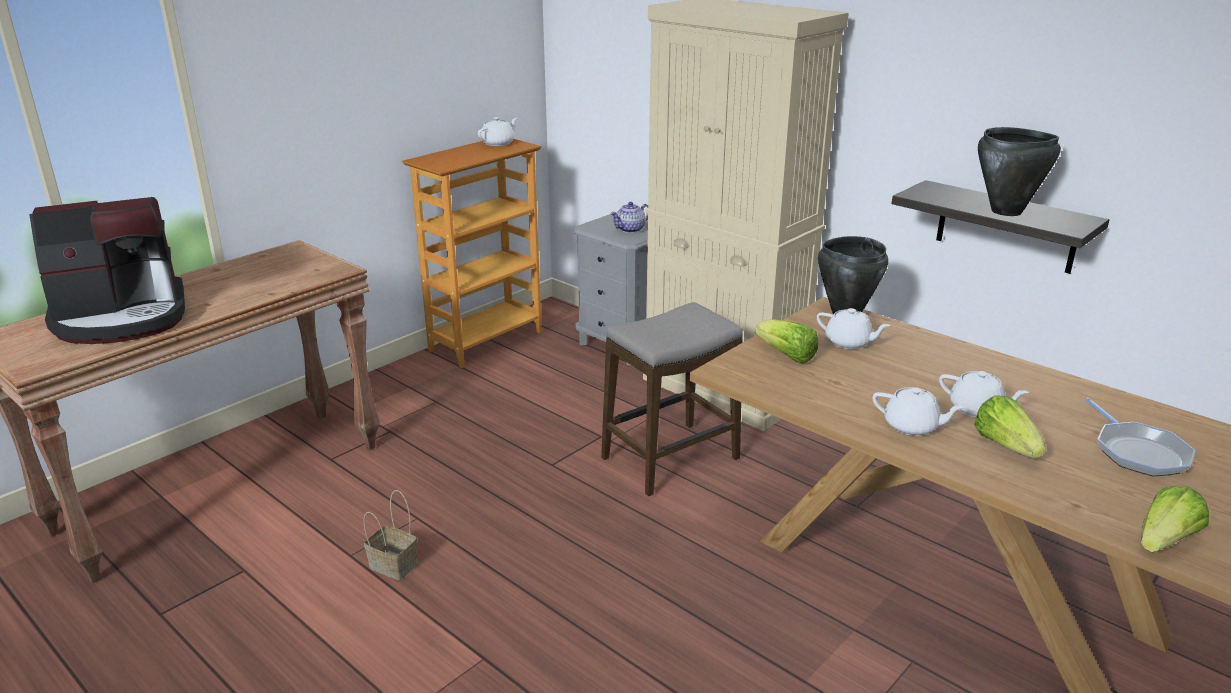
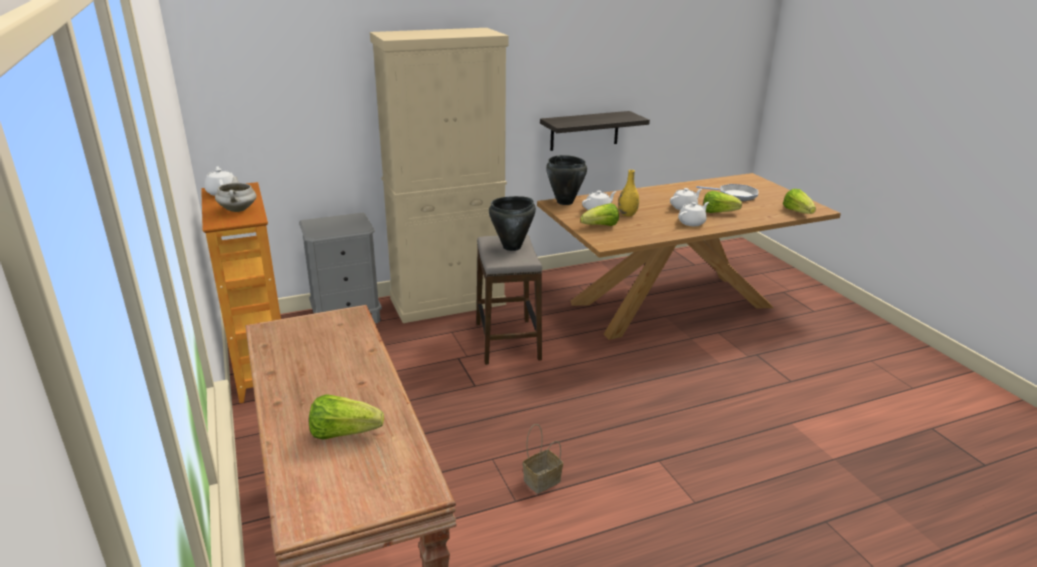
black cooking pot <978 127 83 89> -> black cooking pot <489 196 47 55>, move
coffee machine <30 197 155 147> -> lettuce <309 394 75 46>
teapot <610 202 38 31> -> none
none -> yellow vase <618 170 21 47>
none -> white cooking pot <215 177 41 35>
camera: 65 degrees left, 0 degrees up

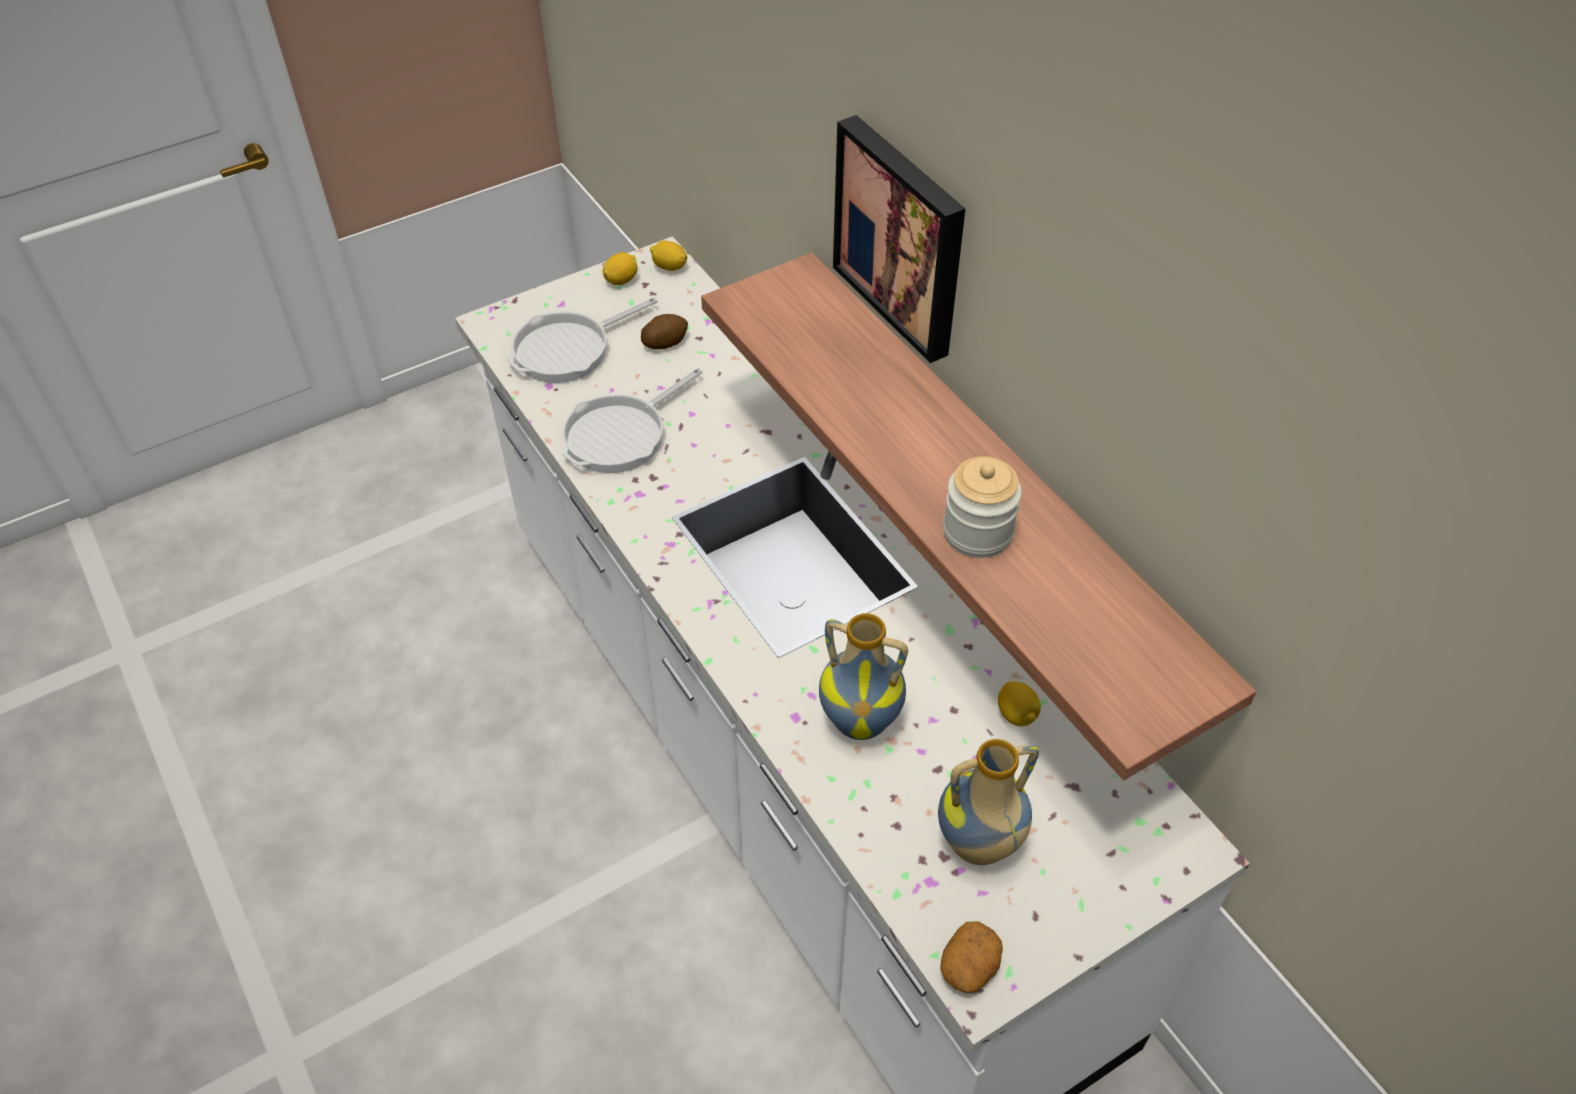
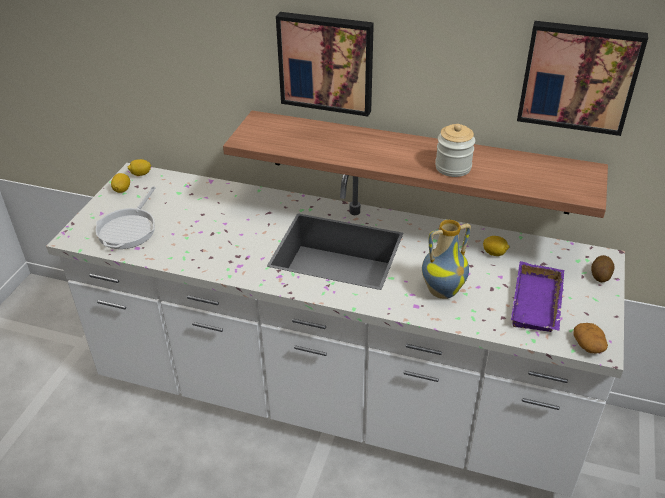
potato <641 314 47 35> -> potato <591 255 24 27>, move
frying pan <562 368 140 105> -> none
vase <938 739 101 126> -> purple tray <511 261 53 71>
none -> picture <517 21 131 115>
camera: 40 degrees left, 10 degrees down

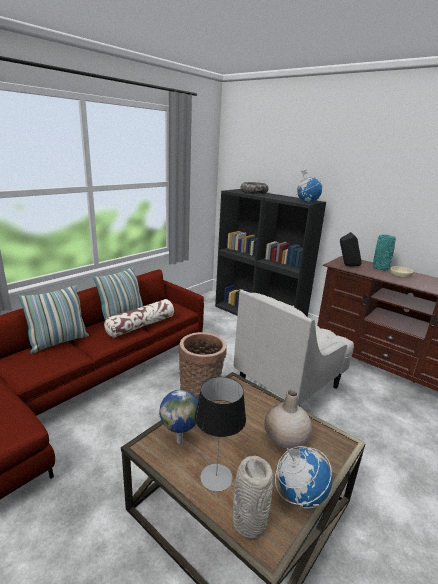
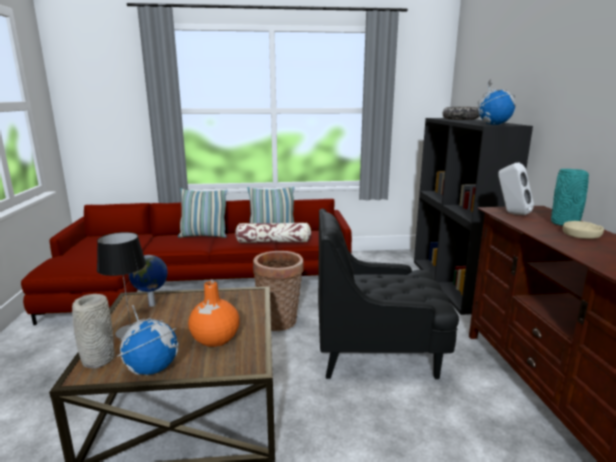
black speaker <340 232 22 34> -> white speaker <498 163 36 52>
white armchair <234 290 120 116> -> black armchair <318 209 141 170>
beige vase <264 390 48 59> -> orange vase <188 281 52 66>
camera: 45 degrees right, 5 degrees down

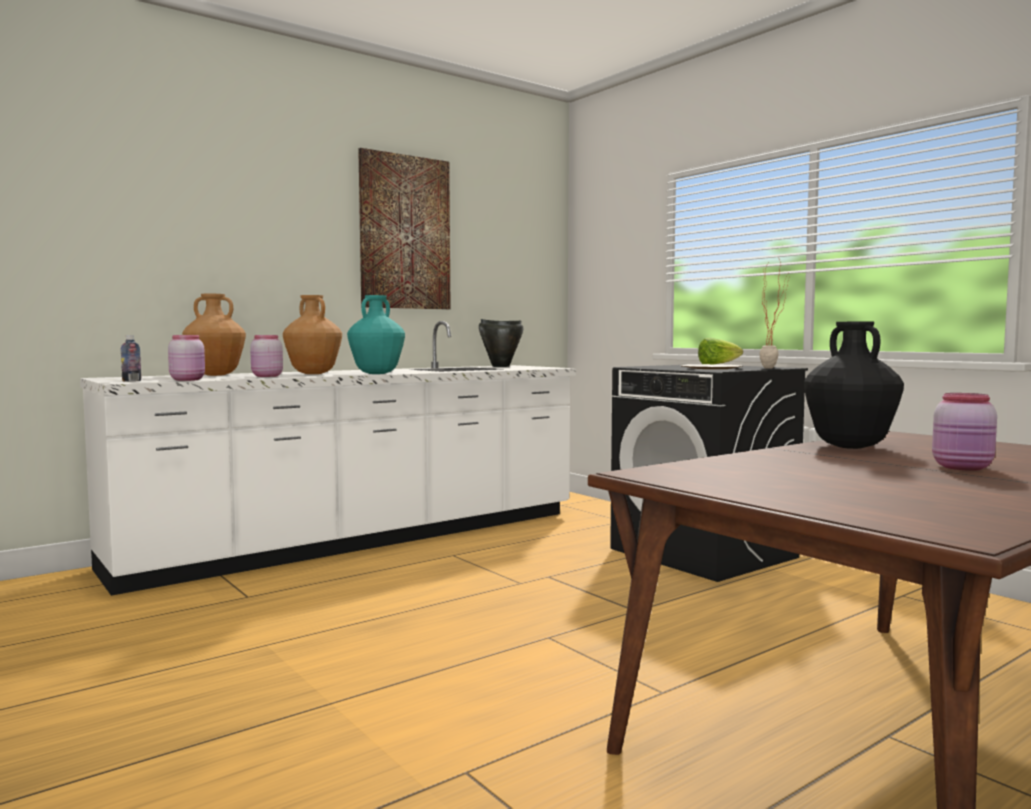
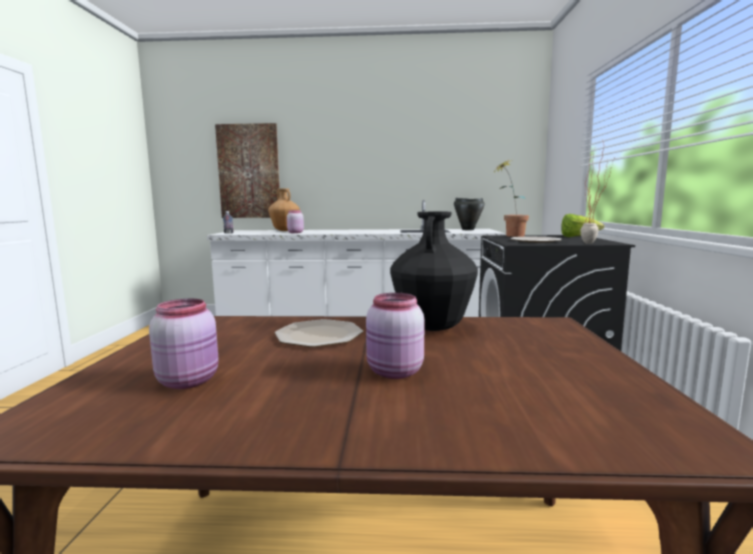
picture <358 148 93 161> -> picture <215 123 65 95>, move
brown vase <283 295 59 79> -> none
turquoise vase <347 295 58 79> -> none
pink jar <168 335 37 46> -> pink jar <149 299 70 90>, move
none -> potted plant <495 161 34 76>
none -> plate <275 319 88 28>
camera: 40 degrees right, 5 degrees up

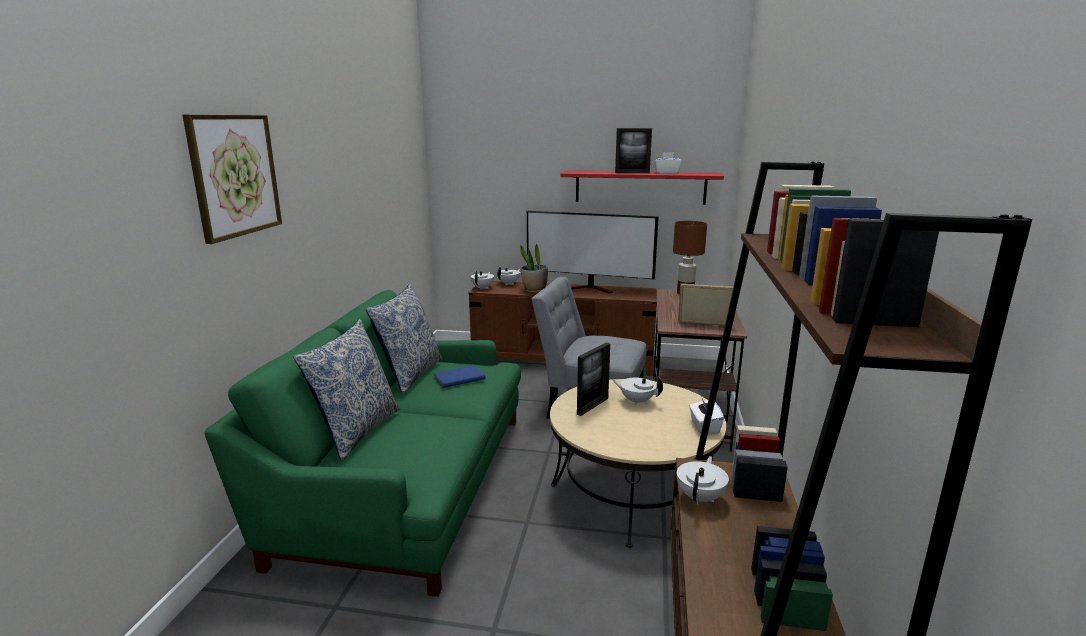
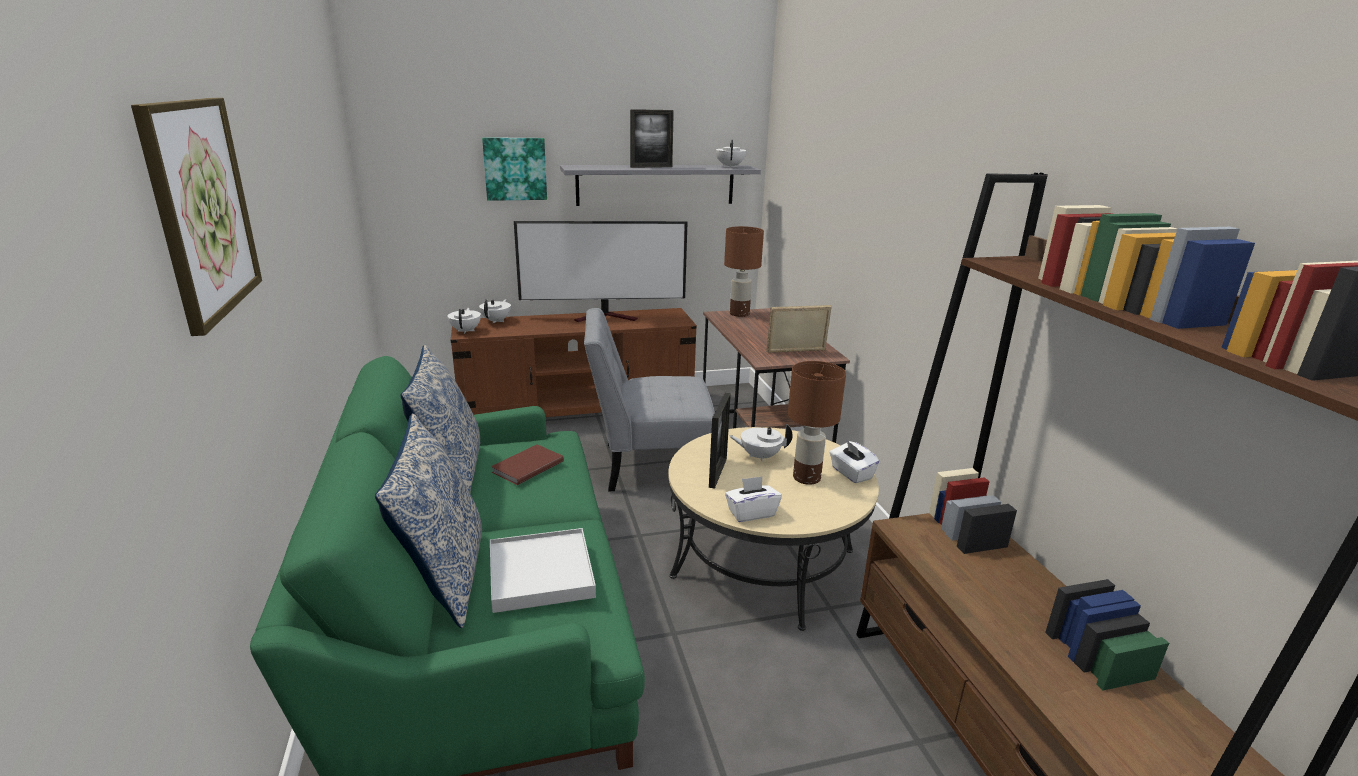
white tissue box <654 152 28 22> -> white tissue box <725 476 57 46>, move
red shelf <561 171 163 34> -> grey shelf <560 165 201 41>
potted plant <520 244 28 49> -> none
blue book <434 365 52 23> -> brown book <491 444 73 41>
white teapot <677 456 52 48> -> white teapot <716 140 31 28>, move
none -> picture <482 137 65 64>
none -> brown table lamp <788 361 58 124>
none -> white tray <490 528 106 85>
camera: 25 degrees left, 5 degrees up

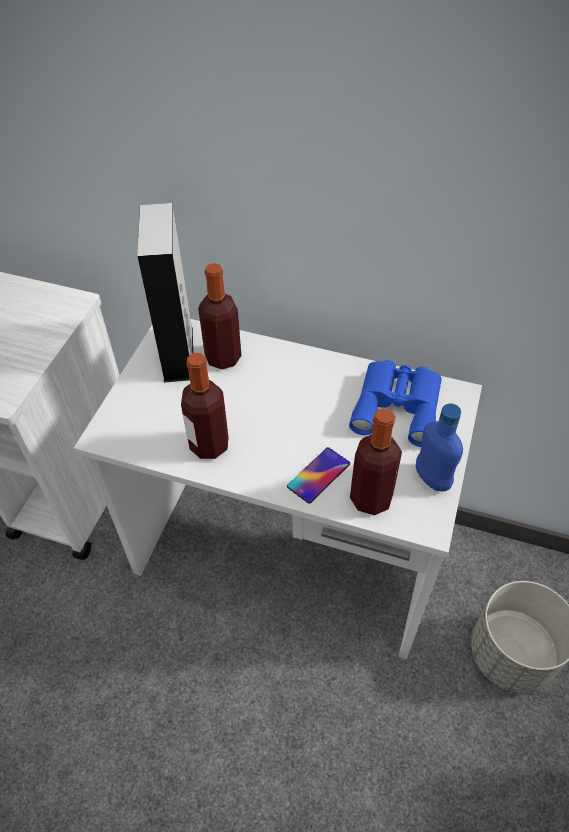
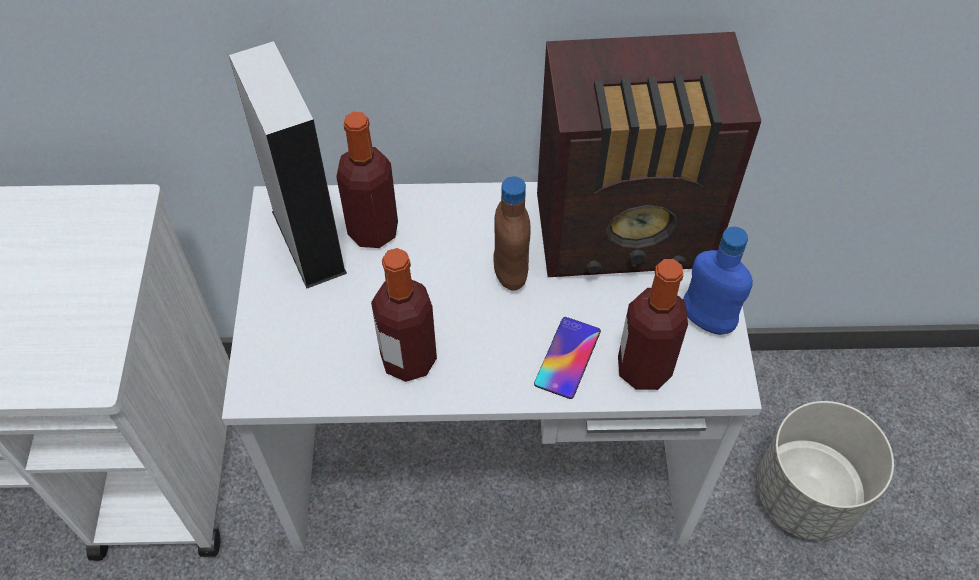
blue binoculars <349 360 93 87> -> radio <537 32 225 245>
none -> brown bottle <493 176 38 115>
camera: 20 degrees left, 5 degrees up

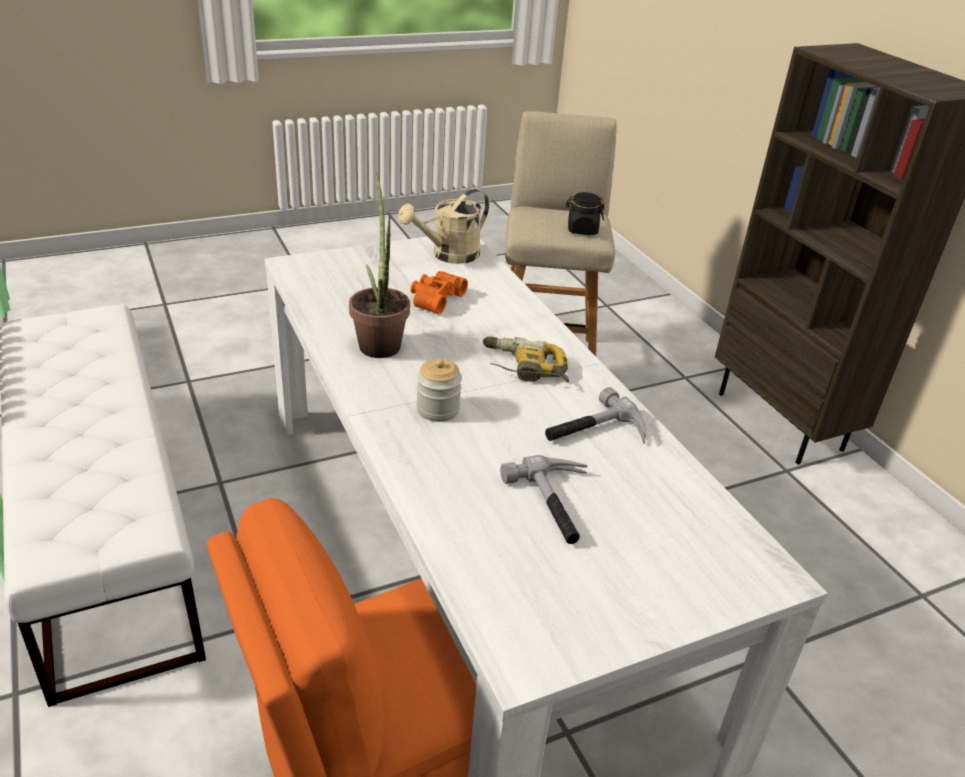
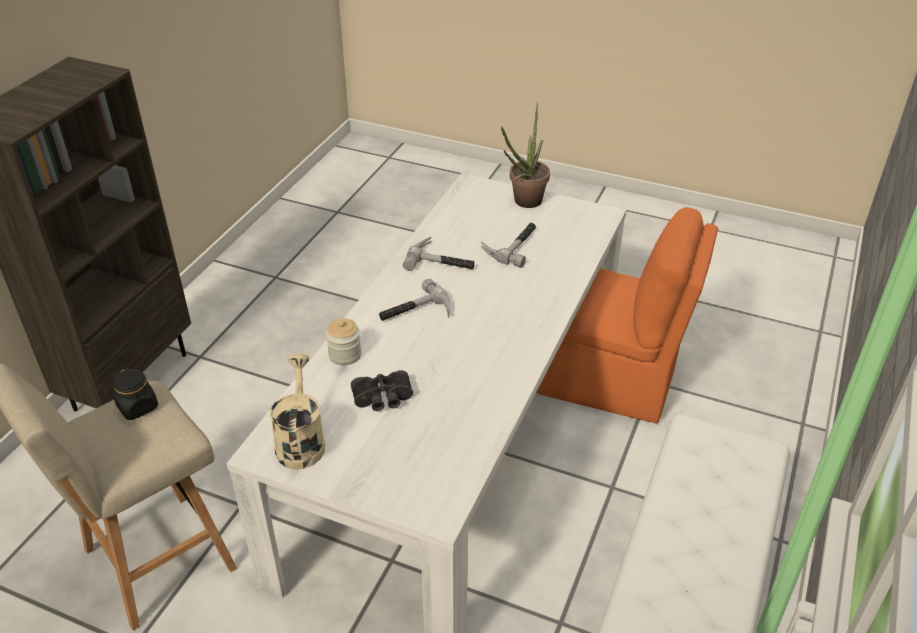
potted plant <349 173 61 185> -> potted plant <501 102 49 106>, move
beige watering can <398 189 91 75> -> beige watering can <270 353 55 117>, 105 degrees counterclockwise
orange binoculars <410 271 58 43> -> black binoculars <351 370 62 41>
power drill <482 336 87 46> -> hammer <379 279 71 42>
jar <416 359 46 63> -> jar <326 318 35 47>, move
camera: 130 degrees left, 5 degrees up

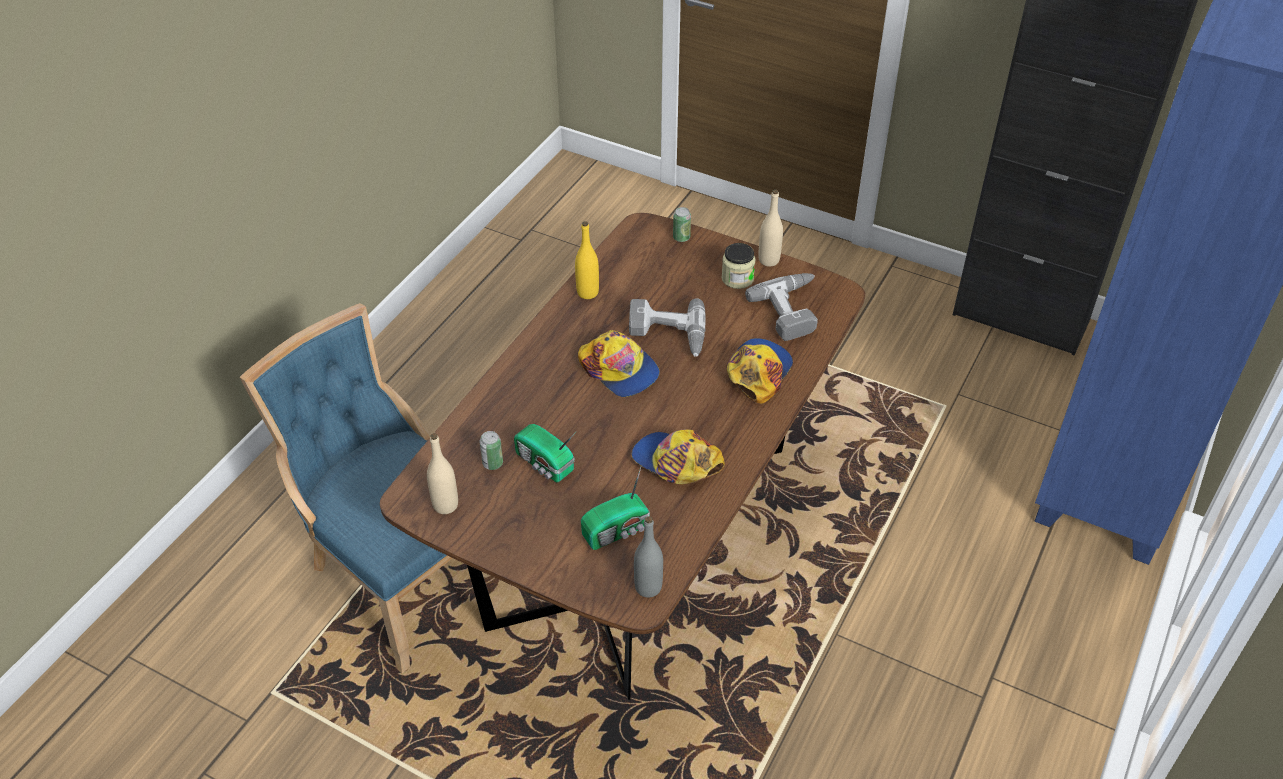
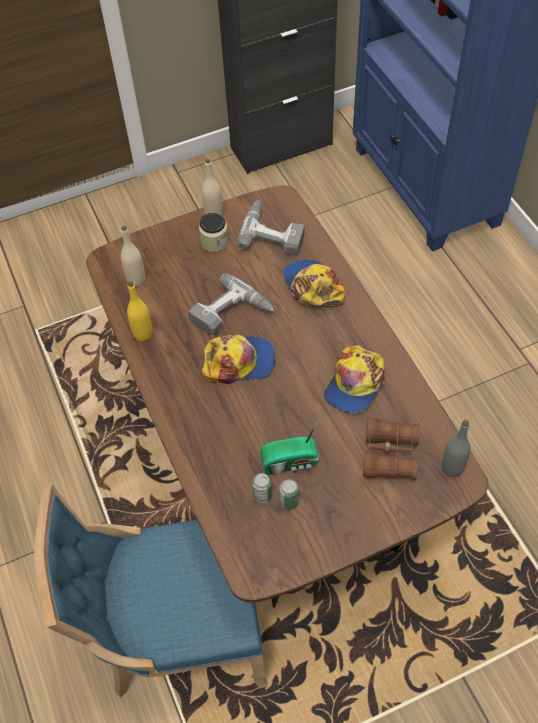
can <673 207 18 35> -> can <279 479 20 31>, move
cap <631 429 94 55> -> cap <324 345 61 68>, 45 degrees counterclockwise
beige bottle <427 433 31 81> -> beige bottle <121 226 24 61>, move
radio <581 467 69 83> -> brown binoculars <363 417 57 63>
camera: 50 degrees left, 10 degrees up

